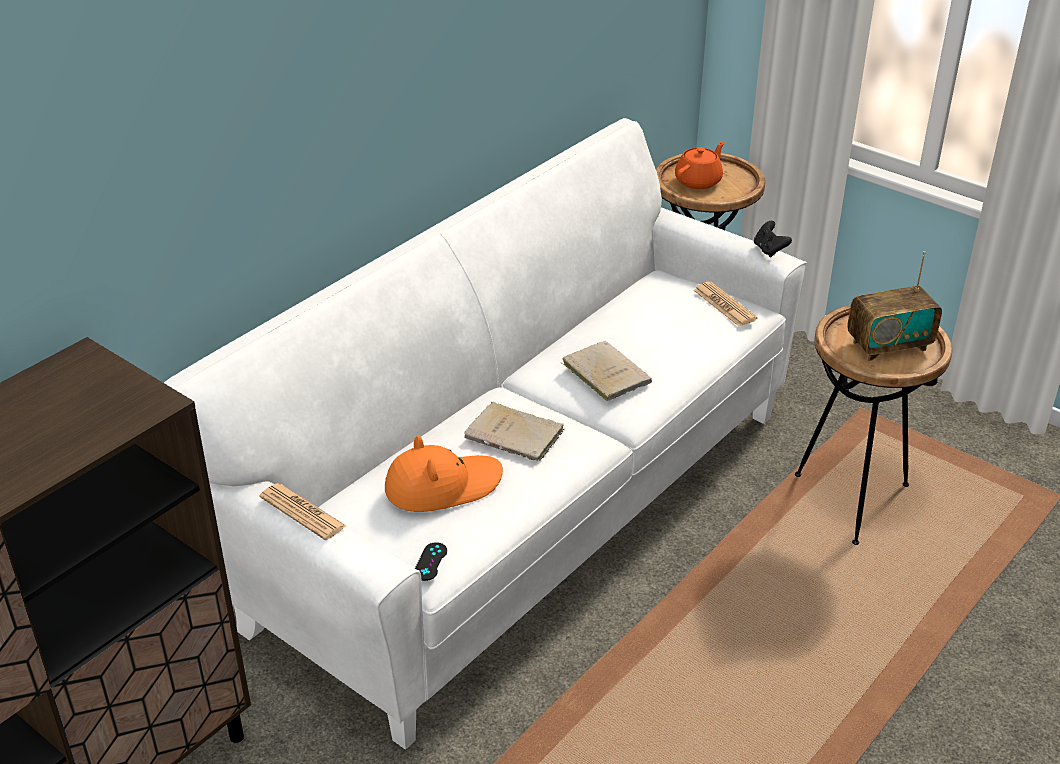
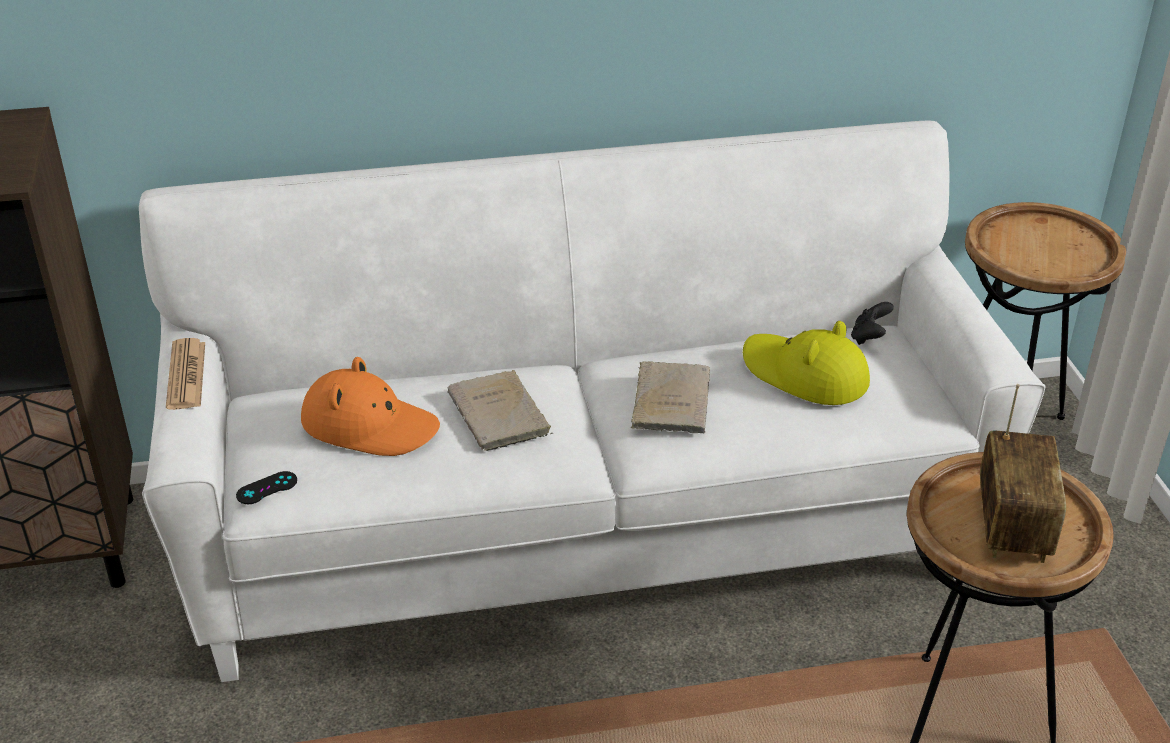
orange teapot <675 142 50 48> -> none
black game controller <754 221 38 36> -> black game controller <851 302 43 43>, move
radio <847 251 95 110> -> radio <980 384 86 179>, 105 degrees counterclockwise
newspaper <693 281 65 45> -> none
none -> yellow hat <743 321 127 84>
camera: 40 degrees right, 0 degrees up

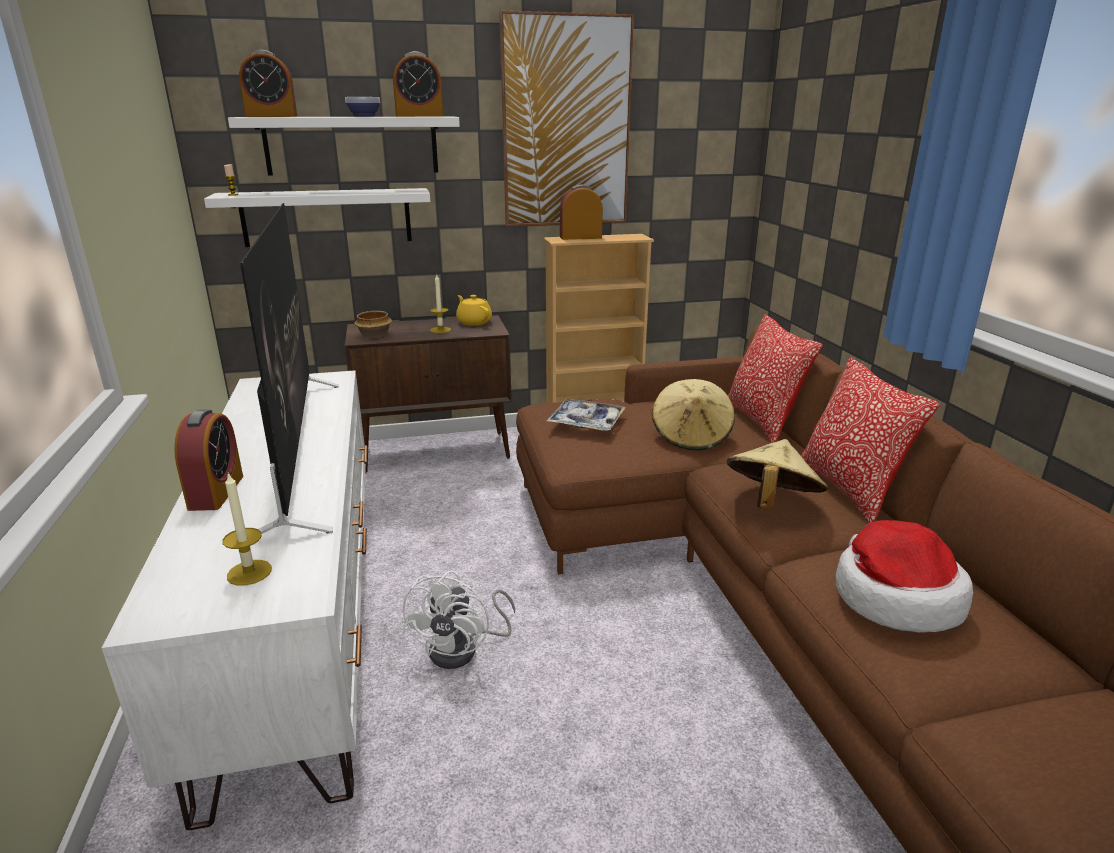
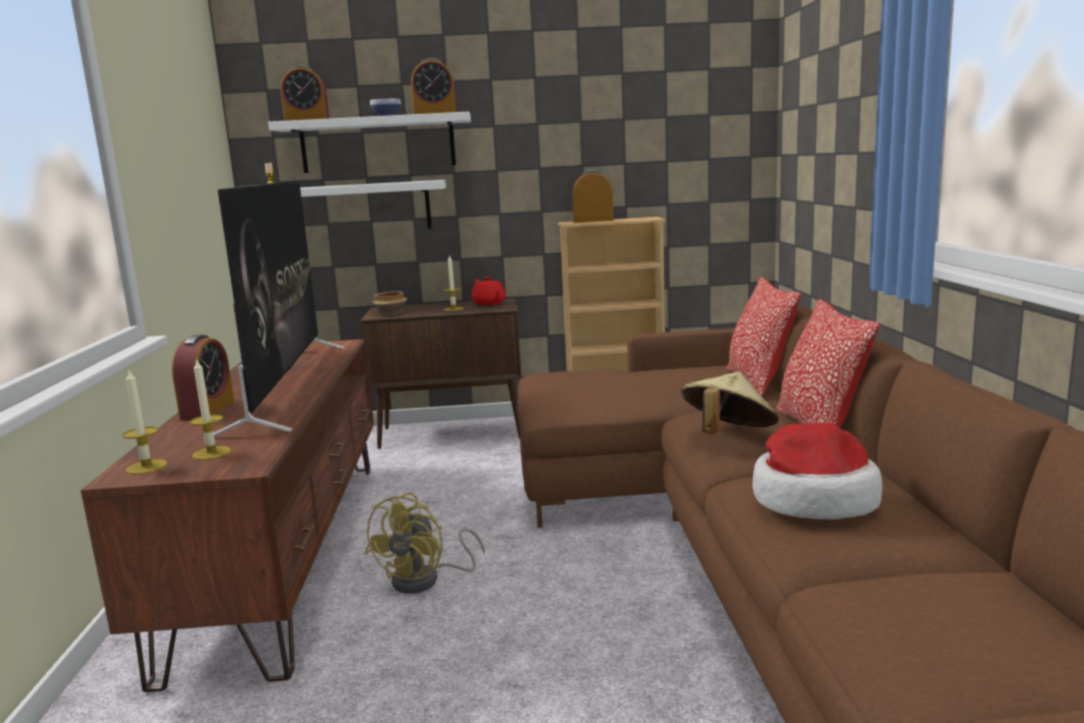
picture <499 11 135 215> -> none
yellow teapot <456 295 36 31> -> red teapot <471 277 35 28>
white tv stand <102 370 266 460> -> brown tv stand <81 339 293 353>
beige hat <652 379 83 72> -> none
tray <547 399 79 32> -> none
white fan <402 571 113 98> -> yellow fan <365 493 120 101>
none -> candle <123 371 45 103>
camera: 10 degrees right, 10 degrees down

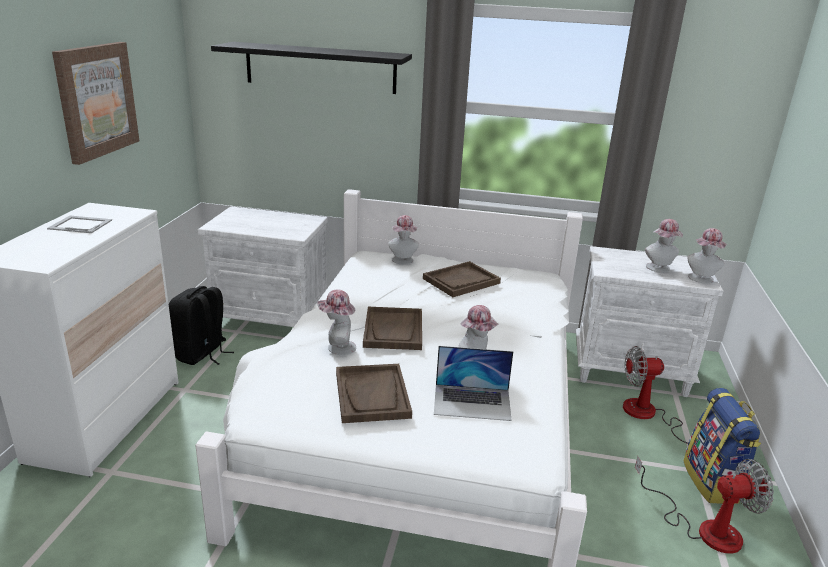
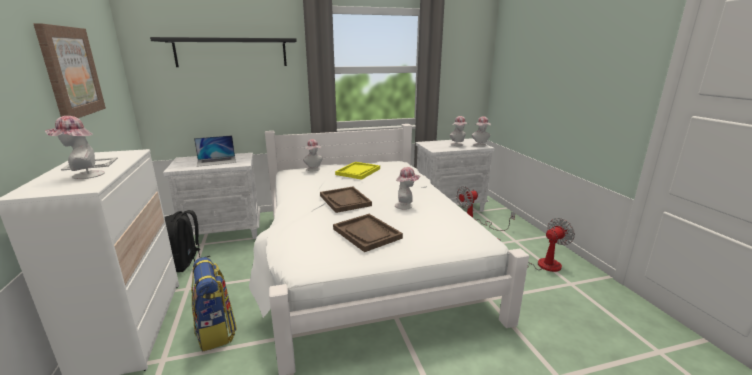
brown tray <423 261 78 36> -> yellow tray <335 162 45 18>
hat <317 289 39 66> -> hat <45 116 60 63>, move
laptop <434 346 79 75> -> laptop <194 135 42 32>, move
backpack <683 388 78 116> -> backpack <191 257 46 94>, move
camera: 25 degrees left, 5 degrees down

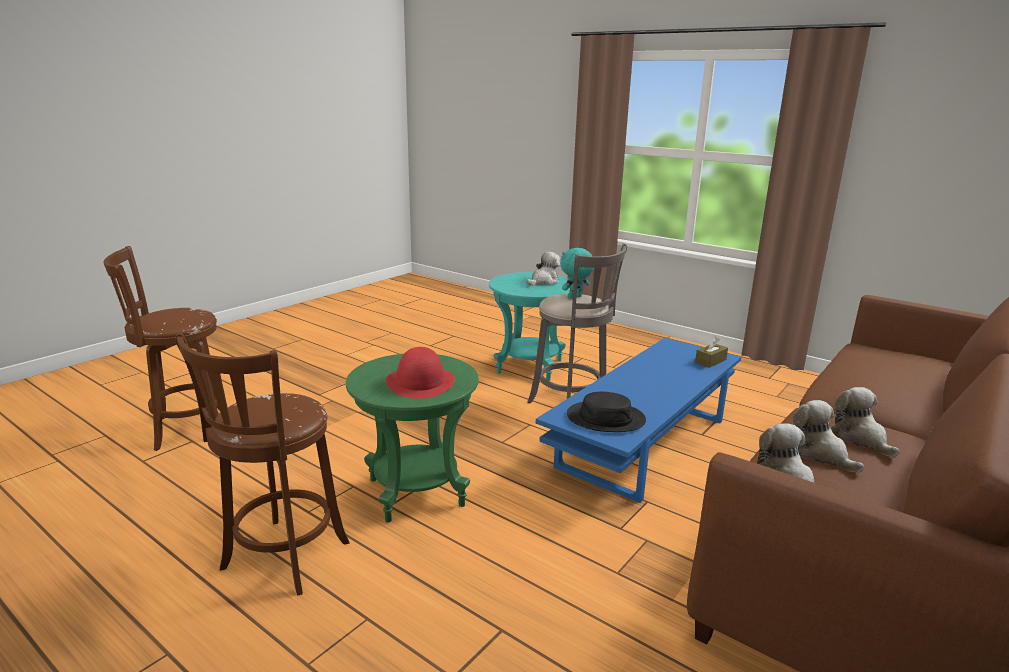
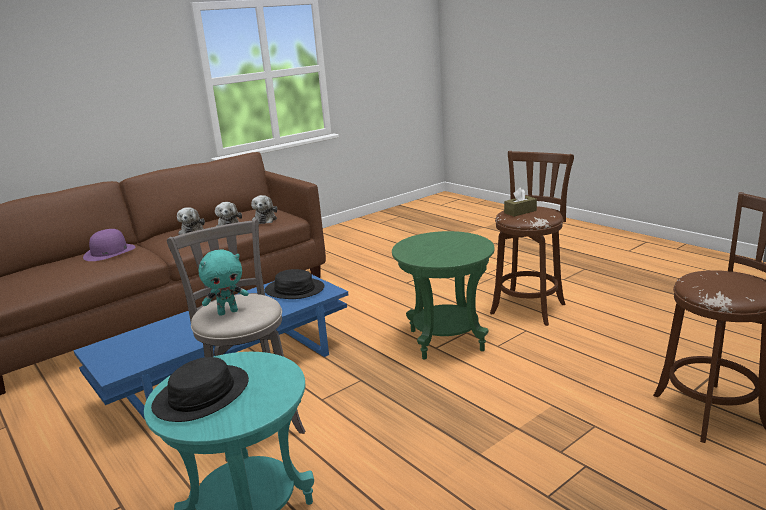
plush toy <526 252 35 34> -> black hat <151 357 98 65>
brown tissue box <695 337 33 31> -> brown tissue box <504 188 33 29>, move
red hat <386 347 69 52> -> none
none -> purple hat <83 229 52 32>
camera: 165 degrees left, 0 degrees up

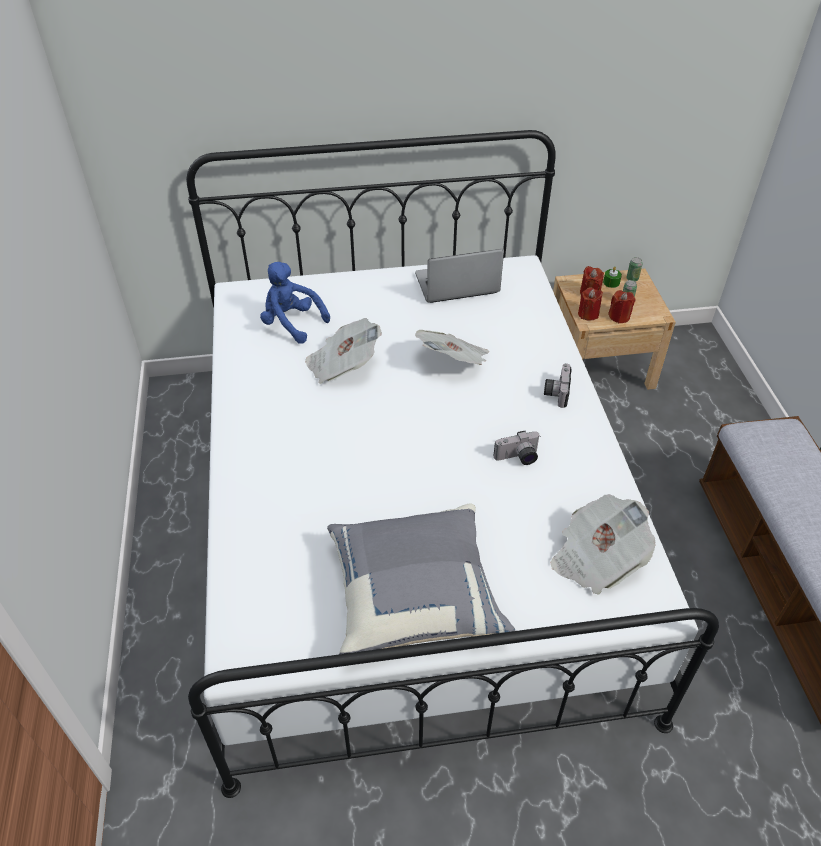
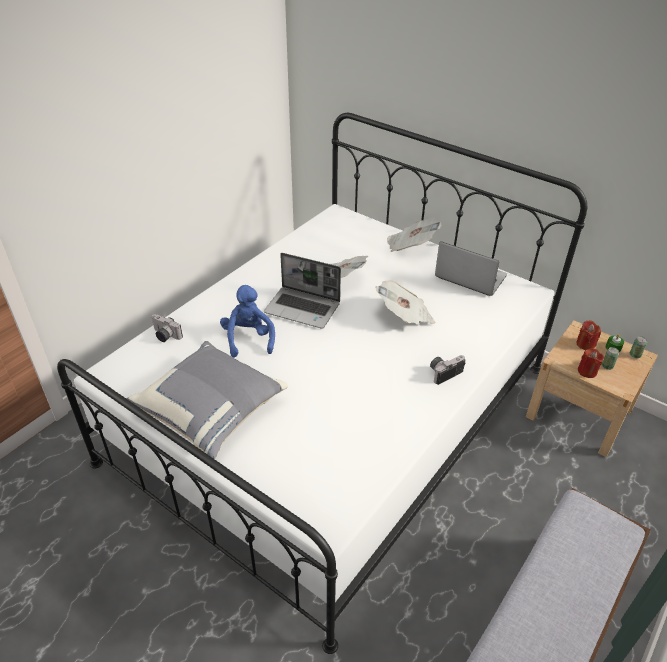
blue plush toy <260 262 70 82> -> blue plush toy <220 285 55 72>, move
red candle <578 287 25 34> -> none
photo camera <494 431 46 34> -> photo camera <151 314 32 28>, move
newspaper <551 494 104 101> -> newspaper <387 218 54 34>, move
none -> laptop <264 253 77 76>
camera: 45 degrees right, 5 degrees down

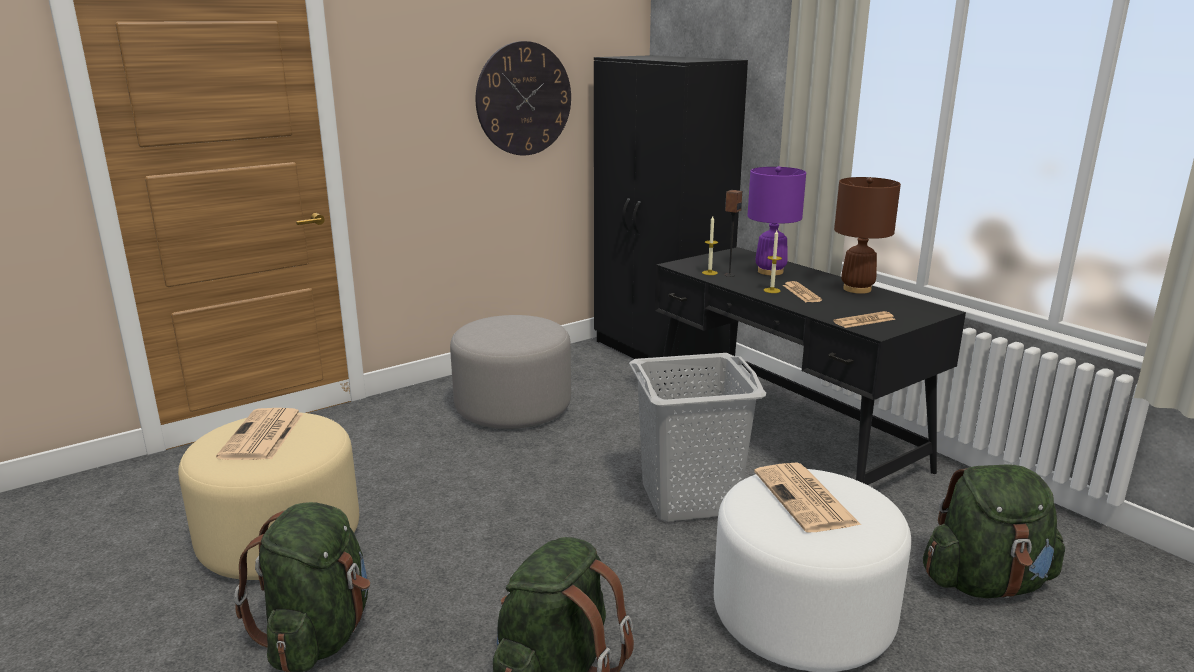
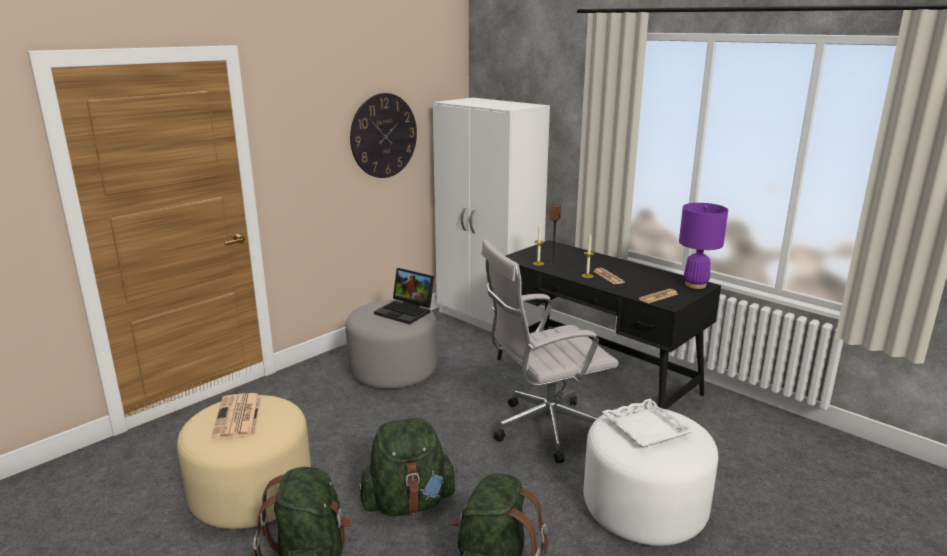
black wardrobe <594 55 154 317> -> white wardrobe <433 98 117 234>
purple table lamp <748 166 58 109> -> purple table lamp <679 203 49 86>, move
brown table lamp <834 177 67 117> -> none
grey laundry basket <629 353 137 168> -> white office chair <481 239 138 224>
newspaper <754 462 107 70> -> white tray <602 399 91 49>
green backpack <923 464 142 134> -> green backpack <359 418 98 98>, move
none -> laptop <374 268 61 56>
camera: 10 degrees left, 0 degrees up

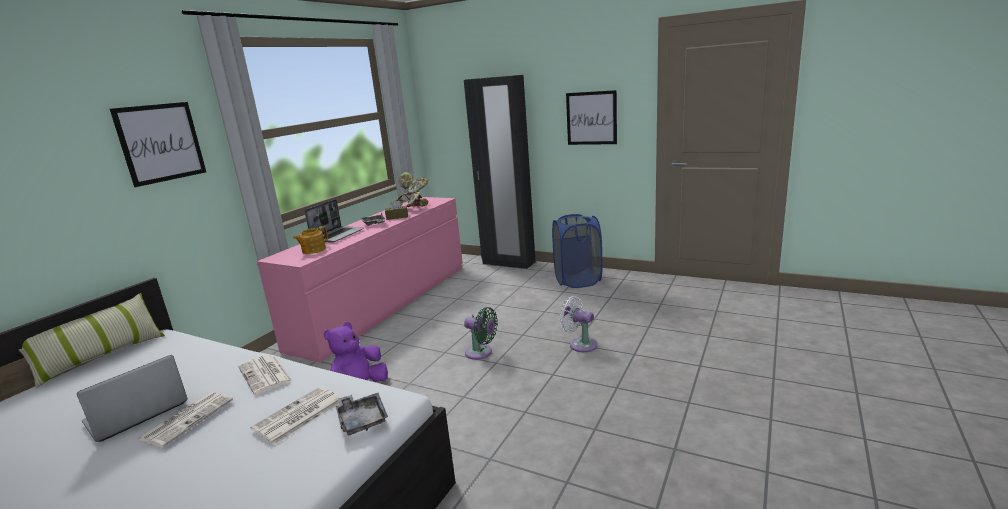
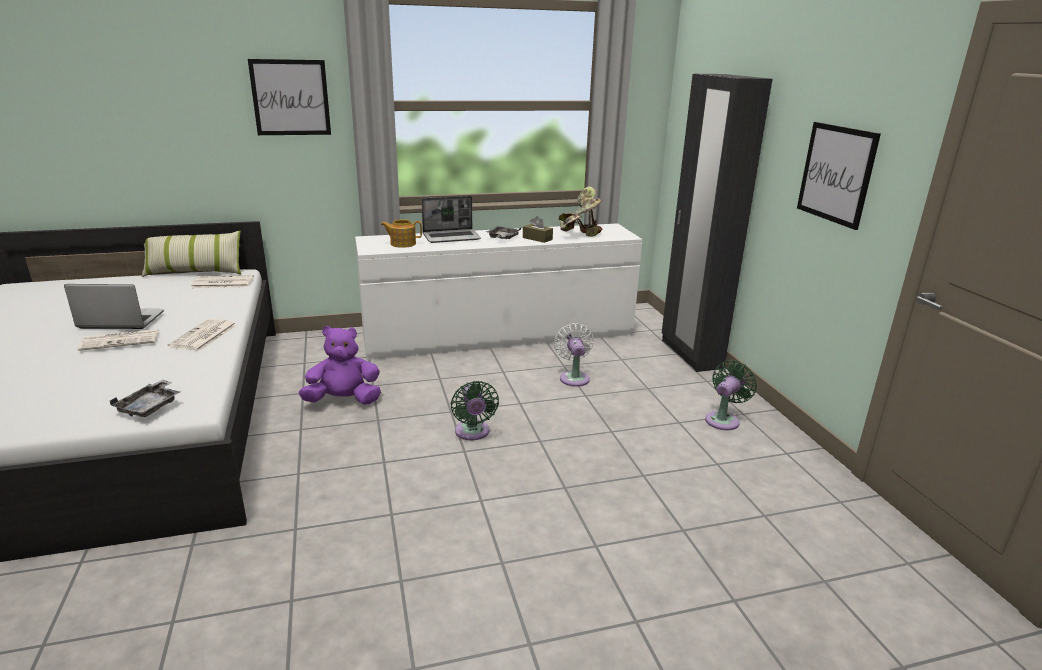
pink dresser <257 197 206 166> -> white dresser <355 223 288 137>
blue laundry basket <552 214 51 74> -> green fan <705 360 52 70>
white fan <560 296 37 56> -> white fan <554 323 40 64>, move
newspaper <250 387 91 58> -> newspaper <191 275 63 13>, move
camera: 45 degrees right, 5 degrees up

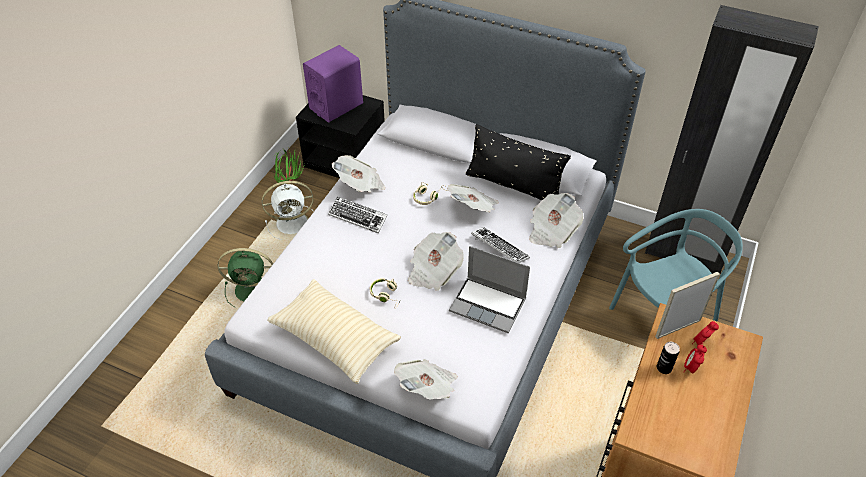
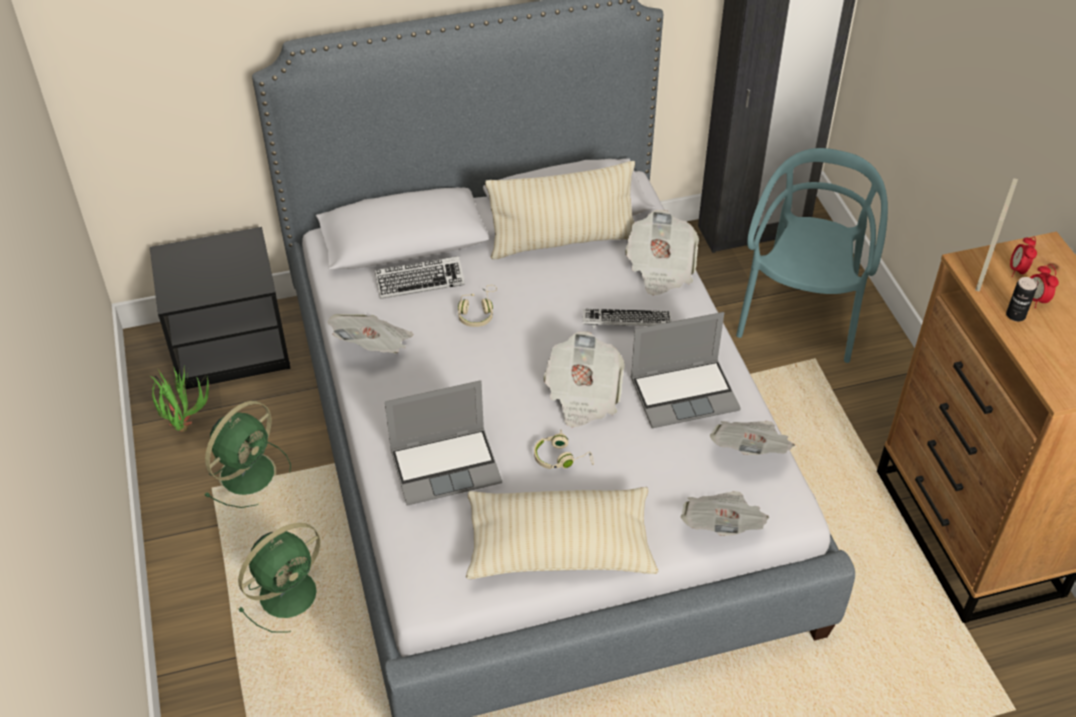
purple speaker <303 45 60 77> -> none
black pillow <466 124 105 77> -> beige pillow <485 161 150 99>
white fan <262 181 52 59> -> green fan <204 401 87 107>
newspaper <447 184 52 28> -> newspaper <710 421 85 34>, move
keyboard <328 196 60 38> -> keyboard <375 256 90 43>, move
none -> laptop <385 380 117 126>
camera: 40 degrees left, 0 degrees up

